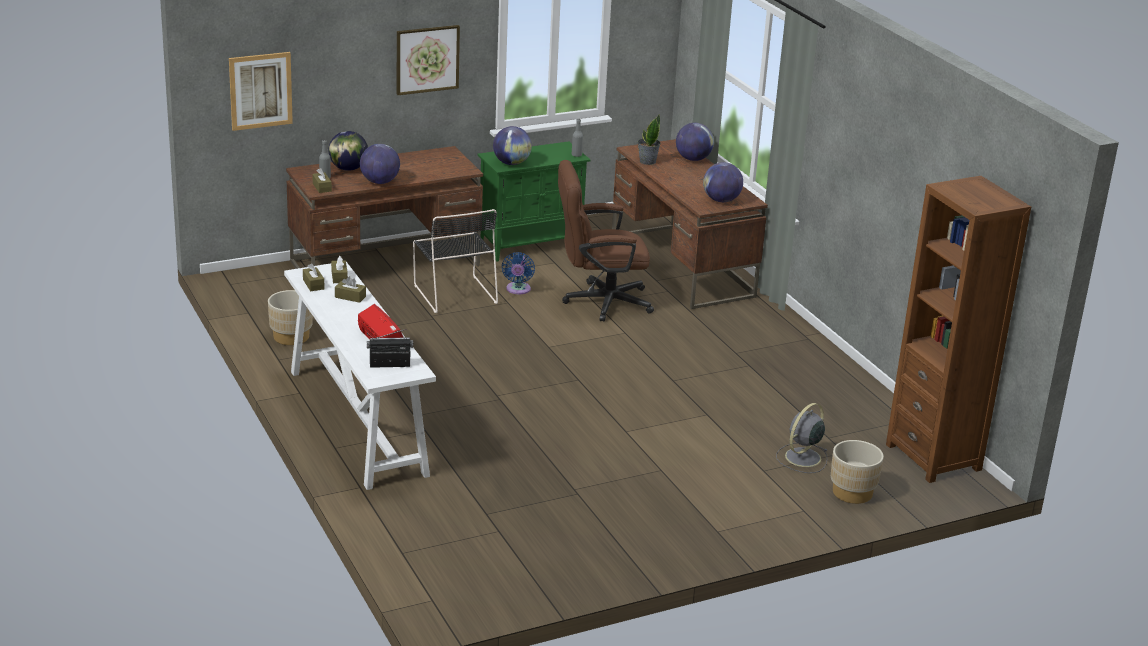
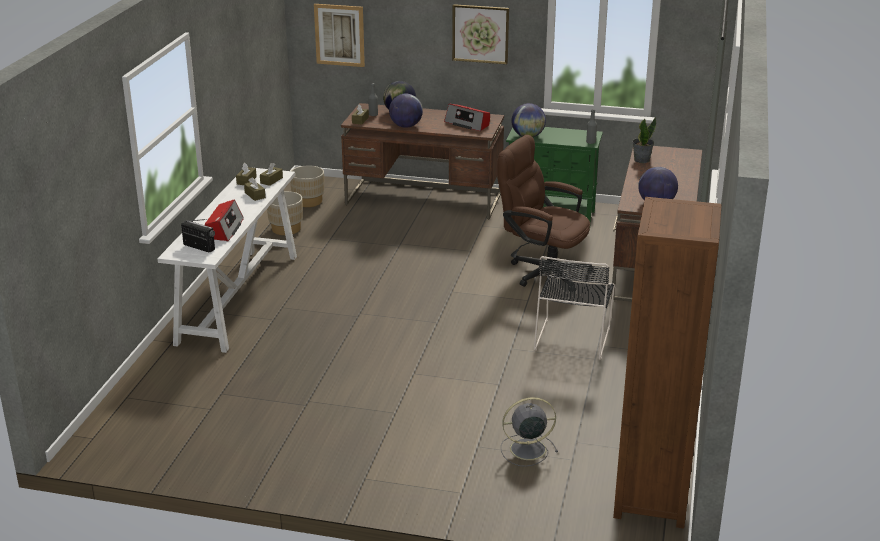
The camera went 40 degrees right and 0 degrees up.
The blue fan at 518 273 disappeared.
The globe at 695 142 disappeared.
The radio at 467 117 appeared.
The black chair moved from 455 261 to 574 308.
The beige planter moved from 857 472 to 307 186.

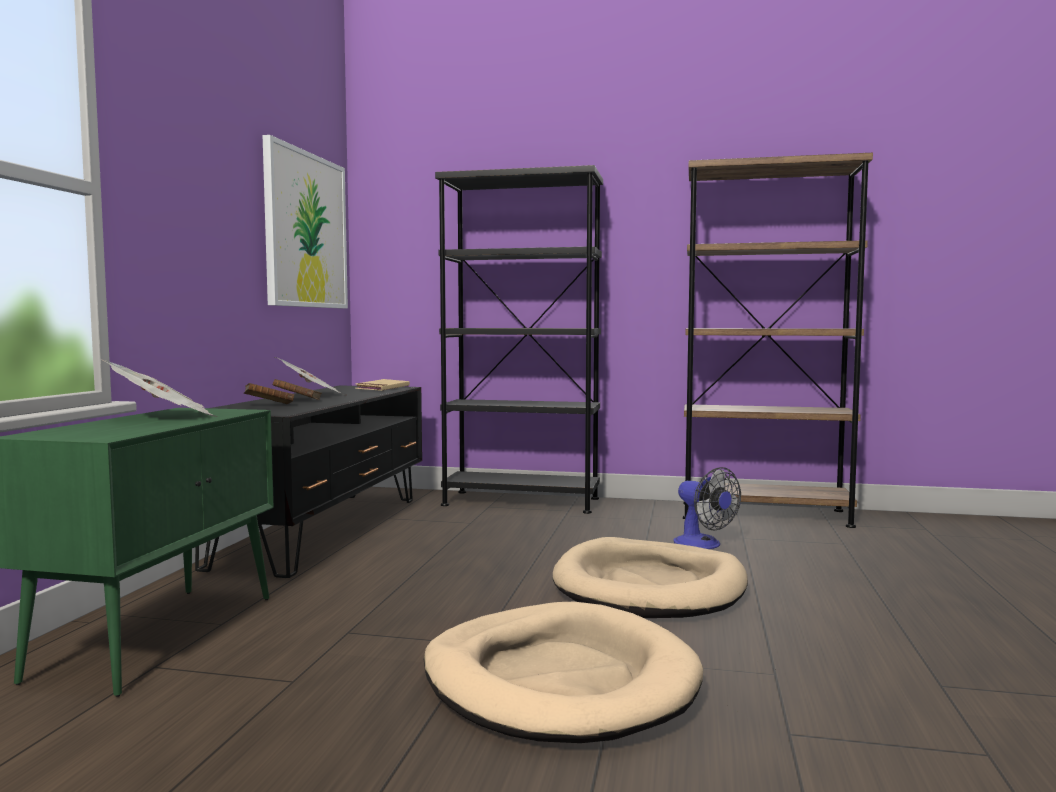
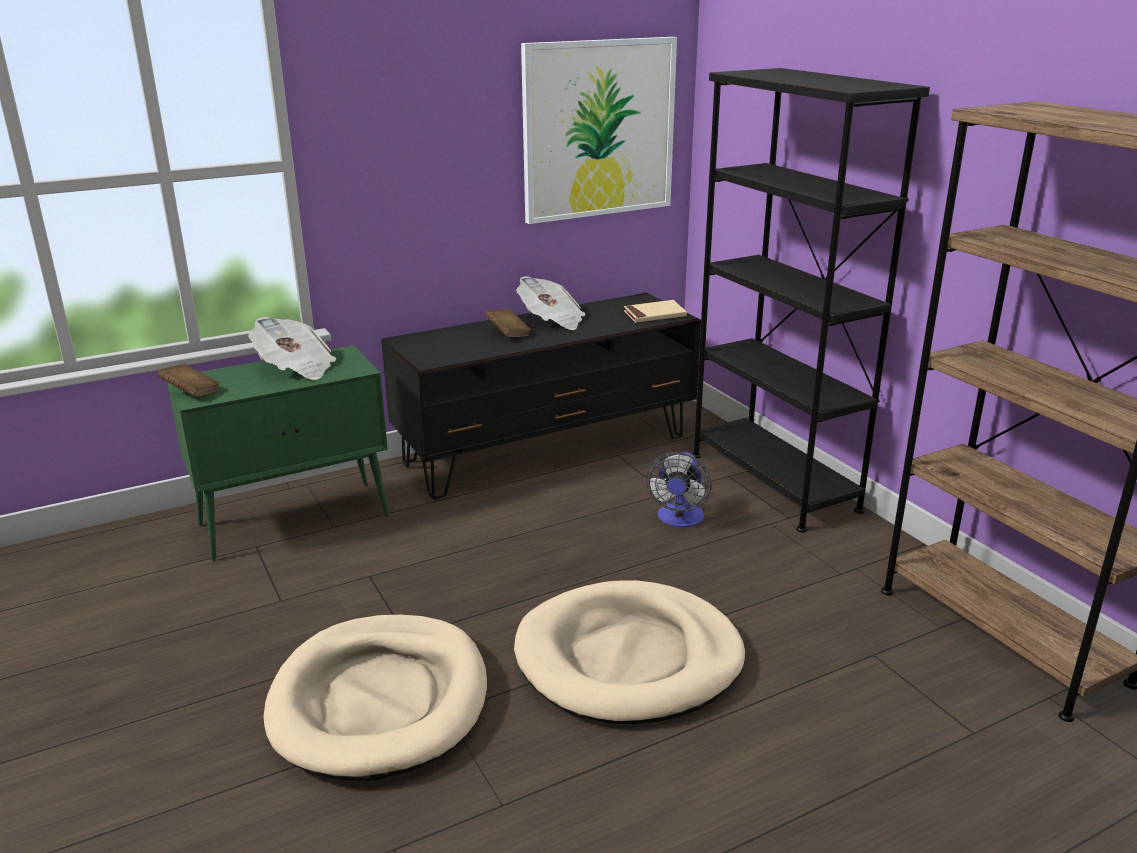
The camera went 50 degrees right and 20 degrees up.
The brown book moved from 269 393 to 188 380.
The fan moved from 707 508 to 679 489.

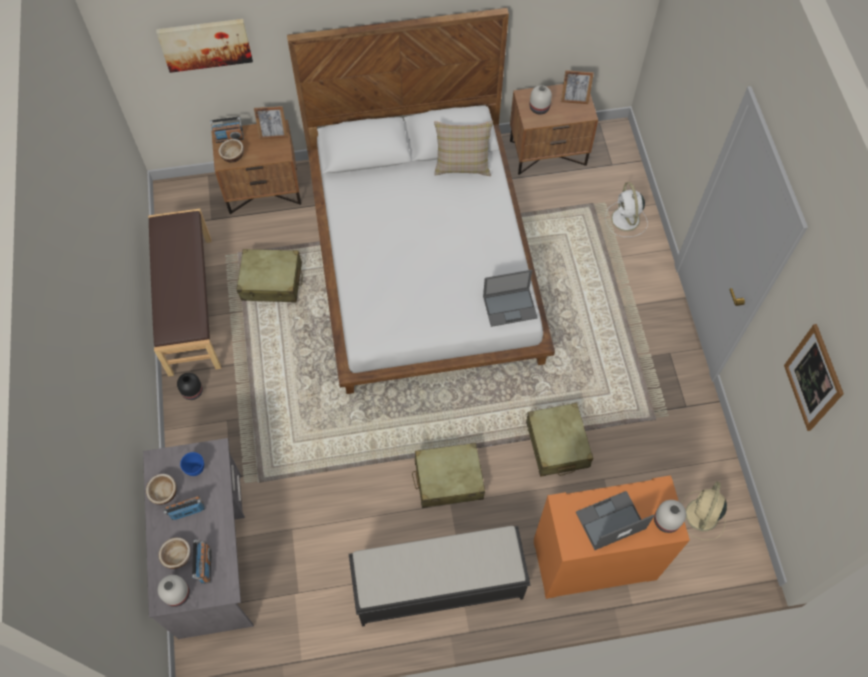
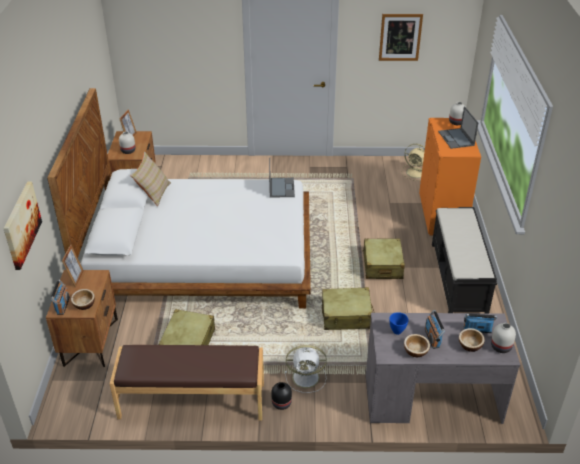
The camera went 80 degrees left and 25 degrees down.
The beige suitcase moved from 559 440 to 348 308.
The white fan moved from 626 209 to 306 369.

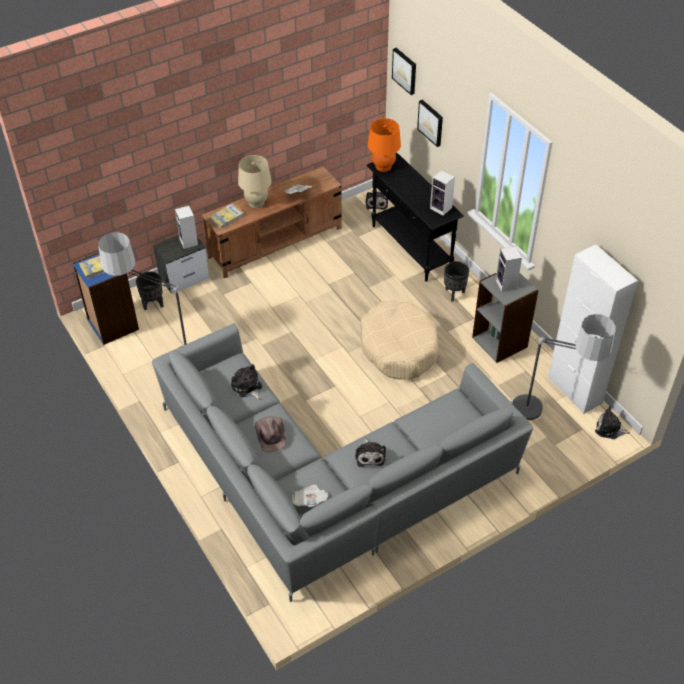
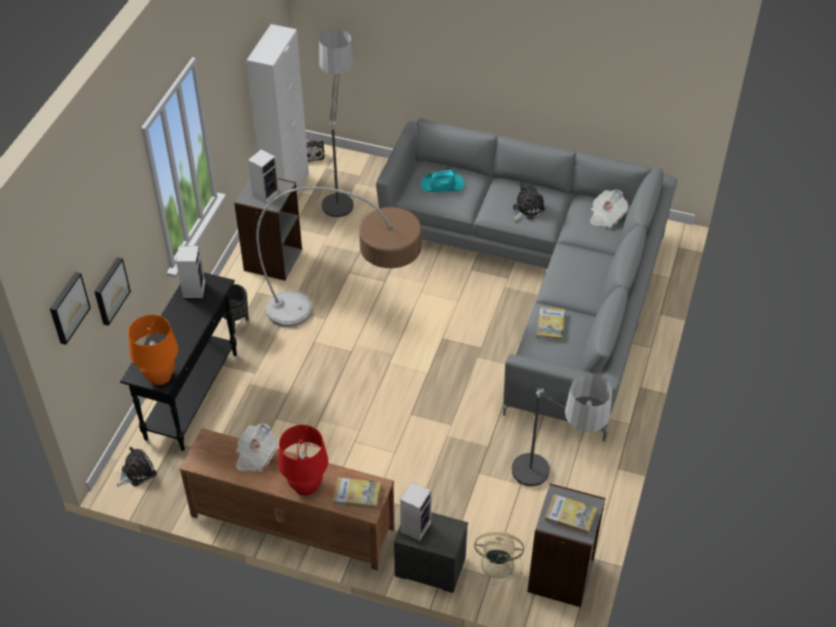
The camera went 130 degrees left and 0 degrees up.
The brown hat at 270 434 disappeared.
The turquoise hat at 443 181 appeared.
The black planter at 150 291 was replaced by the beige fan at 498 558.
The plush toy at 246 382 was replaced by the book at 551 323.
The beige dog bed at 399 340 was replaced by the floor lamp at 339 257.
The blue bookcase at 105 299 became the grey bookcase at 566 545.
The beige table lamp at 255 181 became the red table lamp at 303 460.

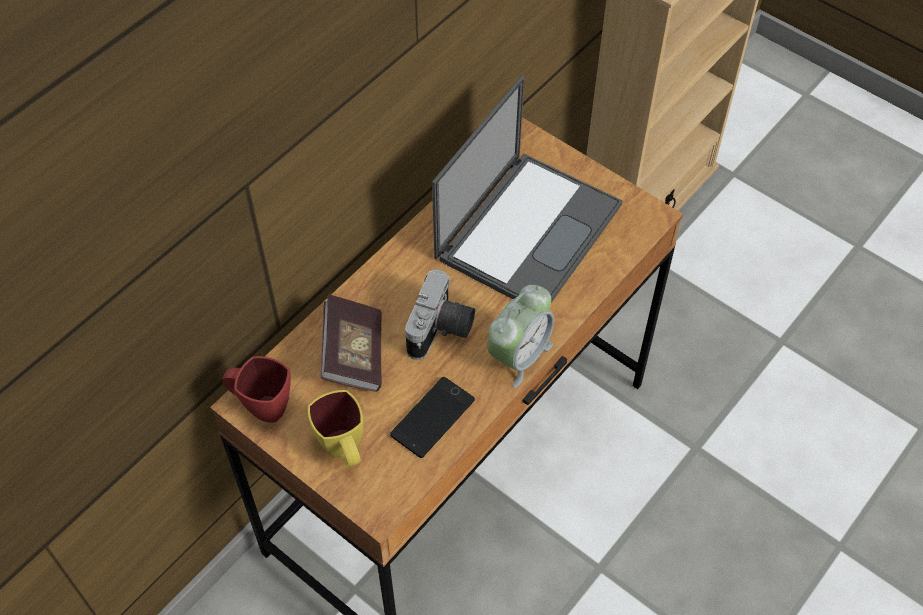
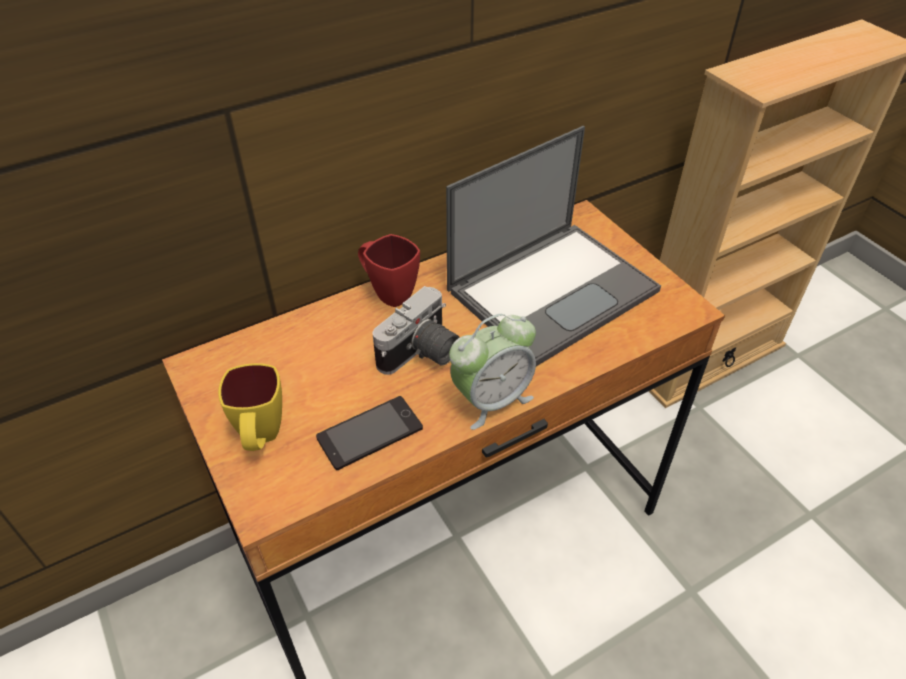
The camera went 20 degrees right and 10 degrees down.
The book at 351 343 disappeared.
The red mug moved from 256 389 to 389 270.

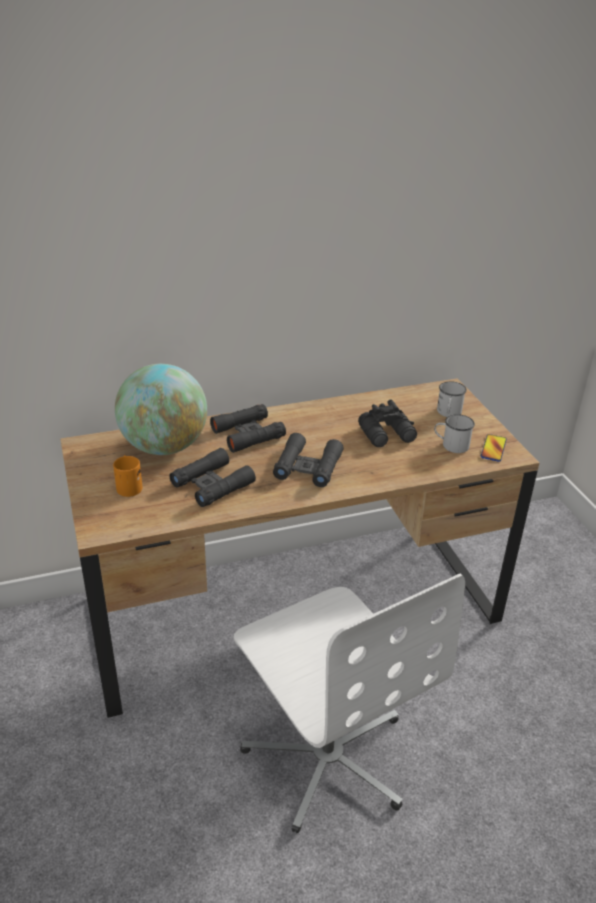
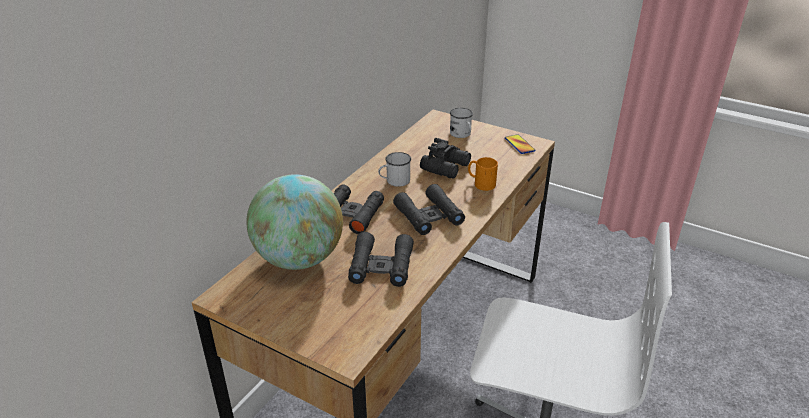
The camera went 40 degrees left and 0 degrees up.
The orange mug moved from 127 476 to 483 174.
The white mug moved from 454 433 to 394 169.

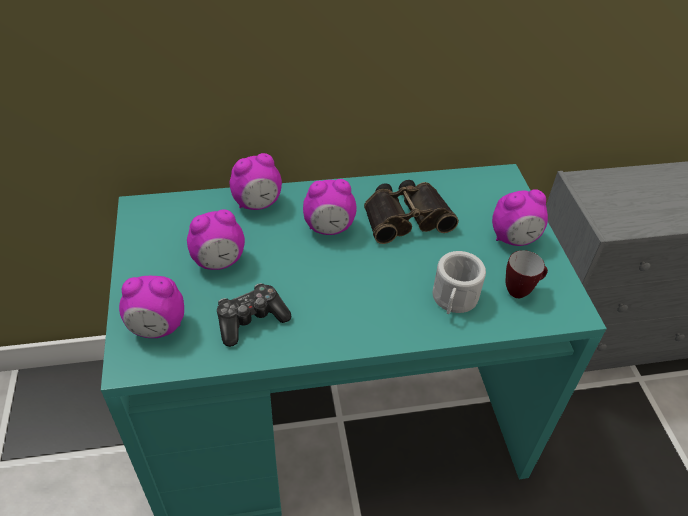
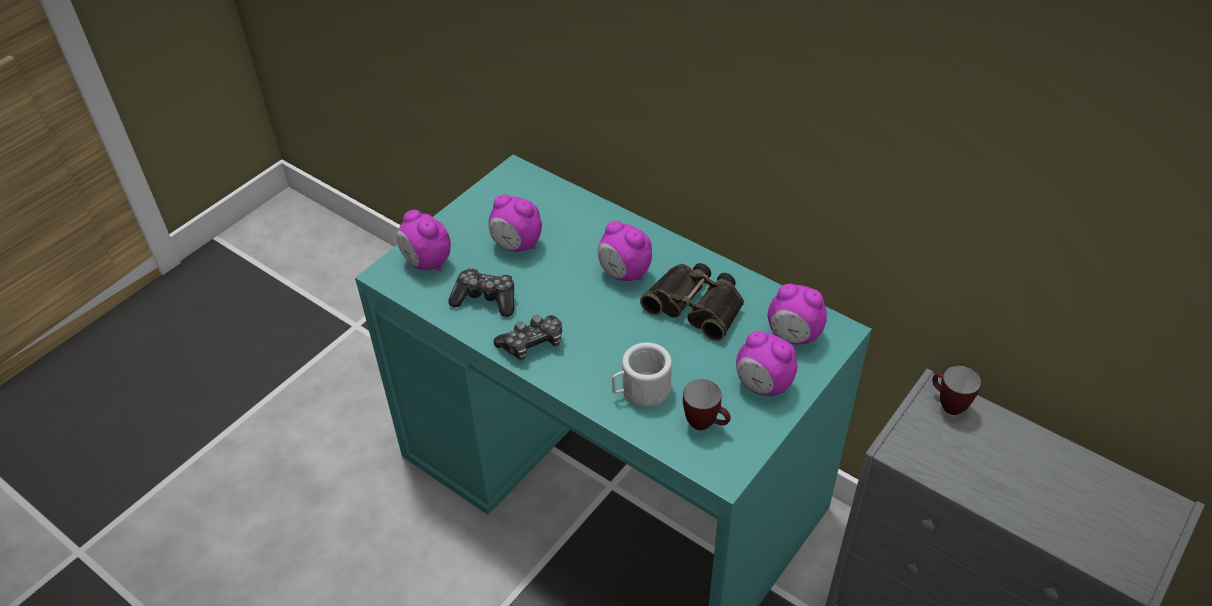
The camera went 50 degrees right and 0 degrees up.
The game controller at 528 337 appeared.
The mug at 956 390 appeared.
The alarm clock moved from 256 181 to 797 314.

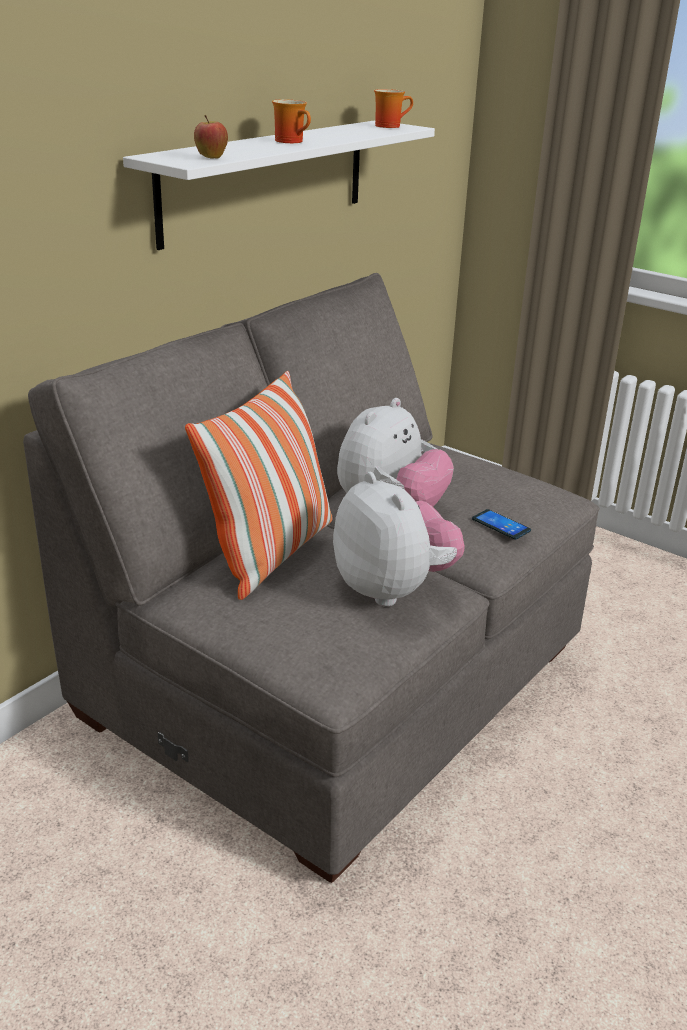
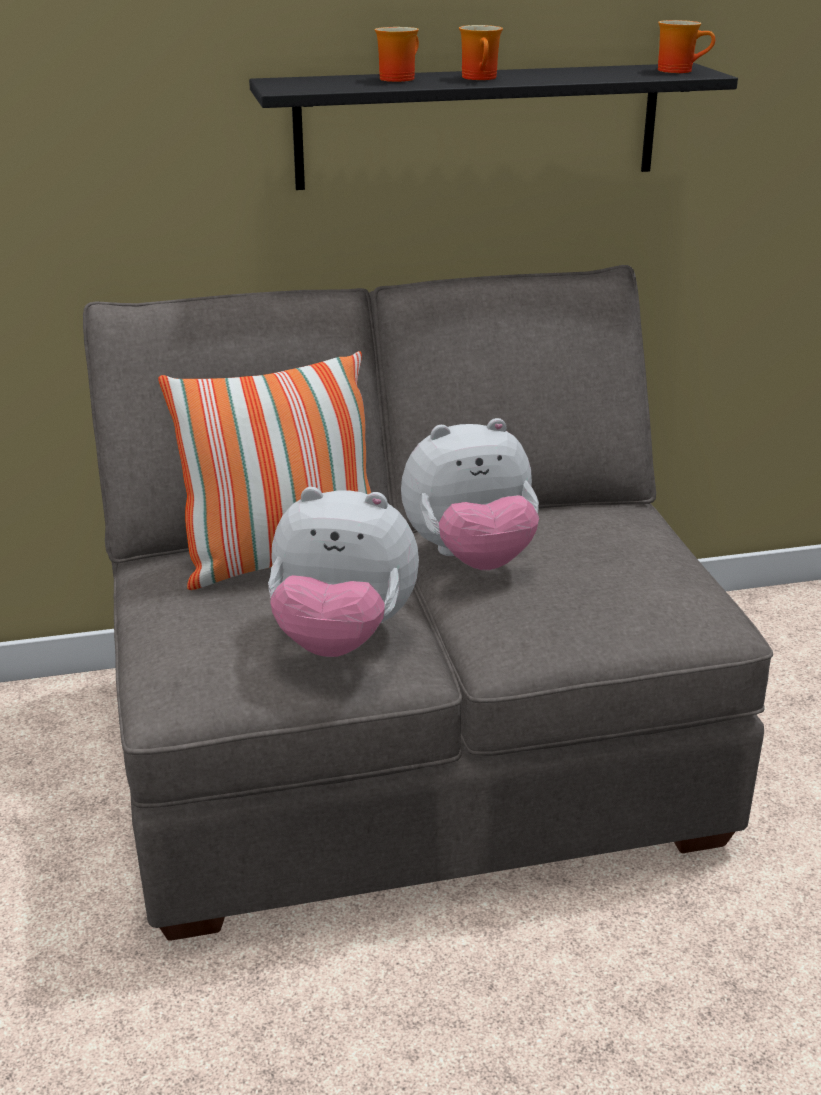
The camera went 40 degrees right and 0 degrees up.
The apple at 211 137 disappeared.
The phone at 501 524 disappeared.
The mug at 397 54 appeared.
The white shelf at 279 185 became the black shelf at 493 126.
The plush toy at 399 539 turned 90 degrees clockwise.

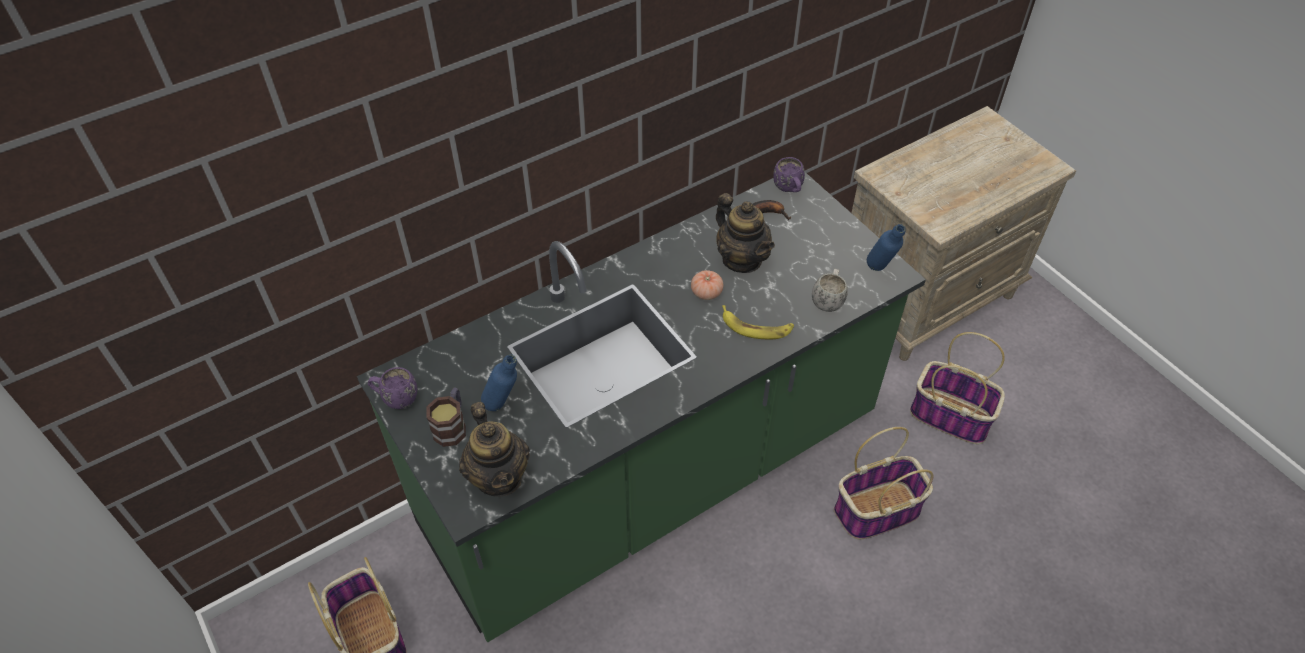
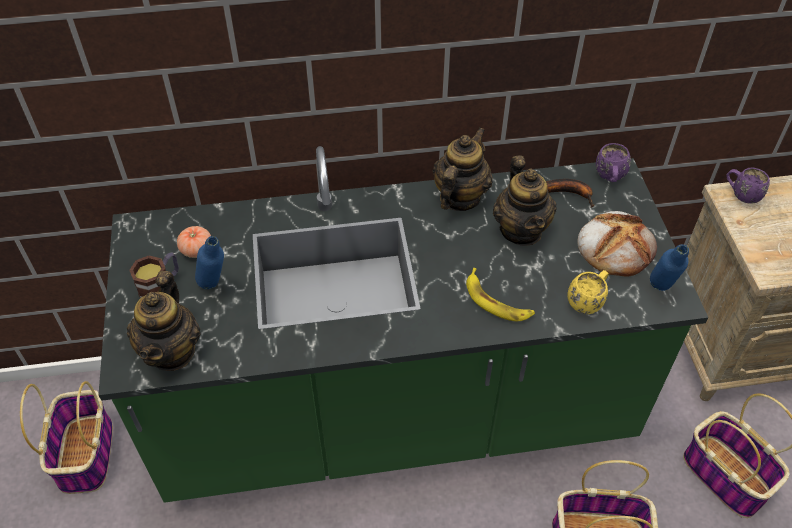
The camera went 25 degrees right and 0 degrees up.
The teapot at 463 169 appeared.
The bread at 617 244 appeared.
The purple mug moved from 392 388 to 748 185.
The tomato moved from 707 285 to 194 242.
The white mug at 830 290 became the yellow mug at 588 292.

